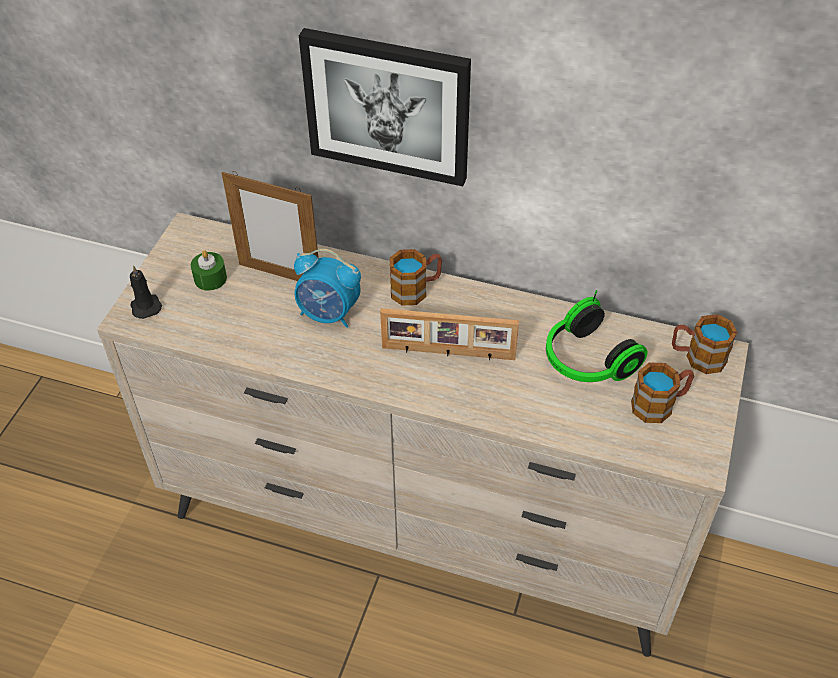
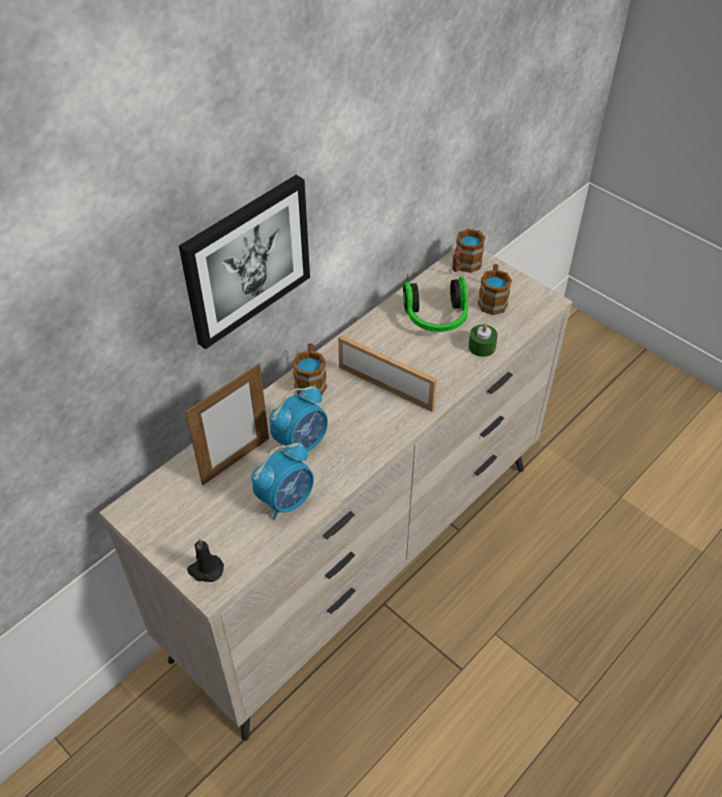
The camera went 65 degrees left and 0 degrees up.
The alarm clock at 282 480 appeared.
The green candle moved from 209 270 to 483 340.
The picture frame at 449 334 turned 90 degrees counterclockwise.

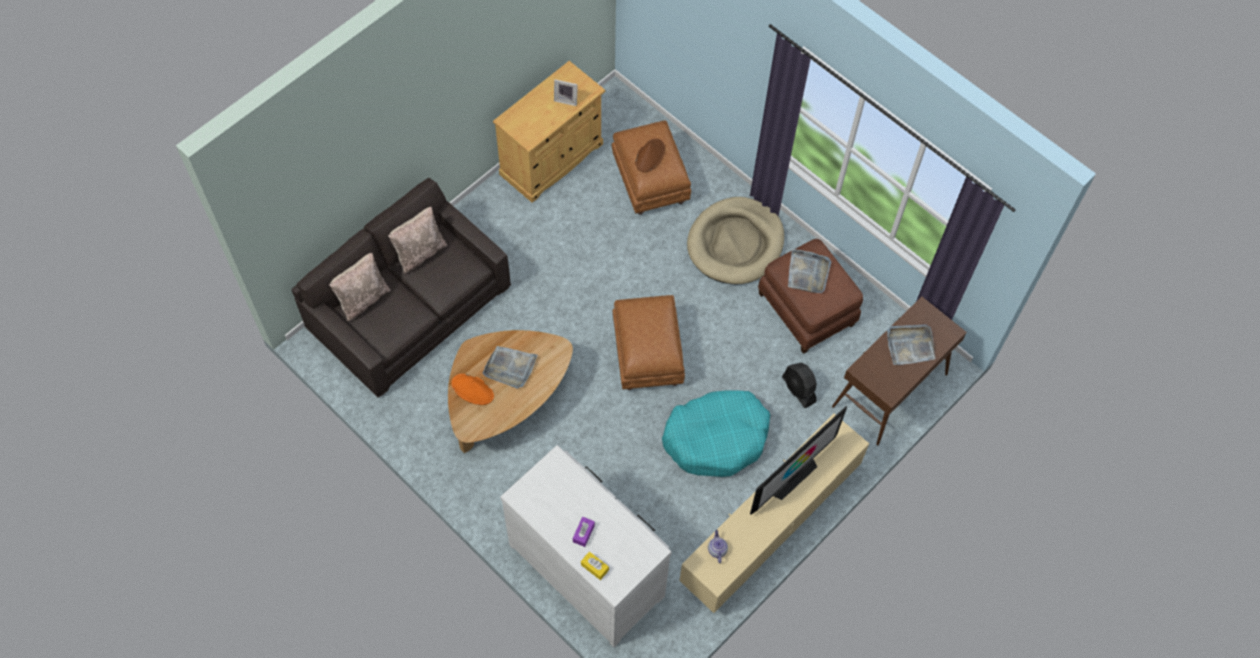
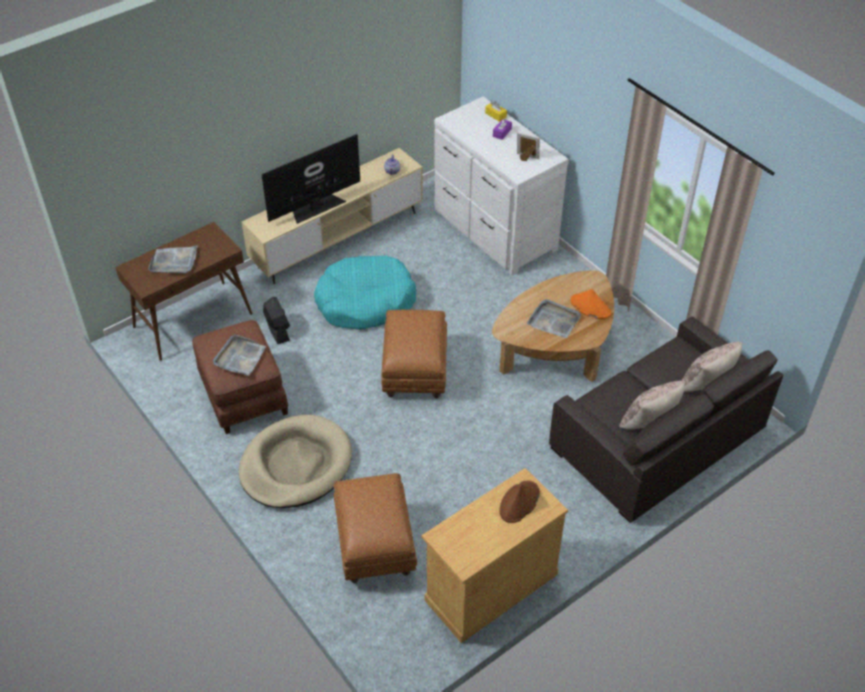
The camera went 170 degrees left and 15 degrees down.
The picture frame moved from 566 92 to 528 146.
The brown hat moved from 650 155 to 519 502.

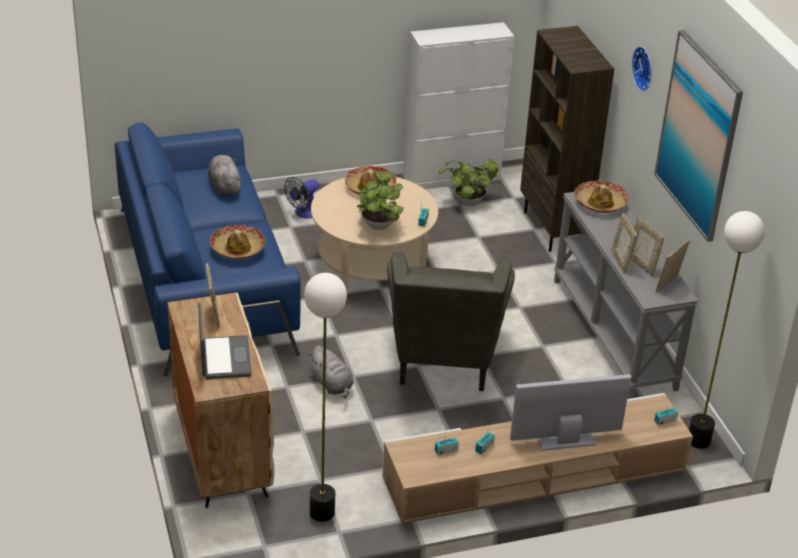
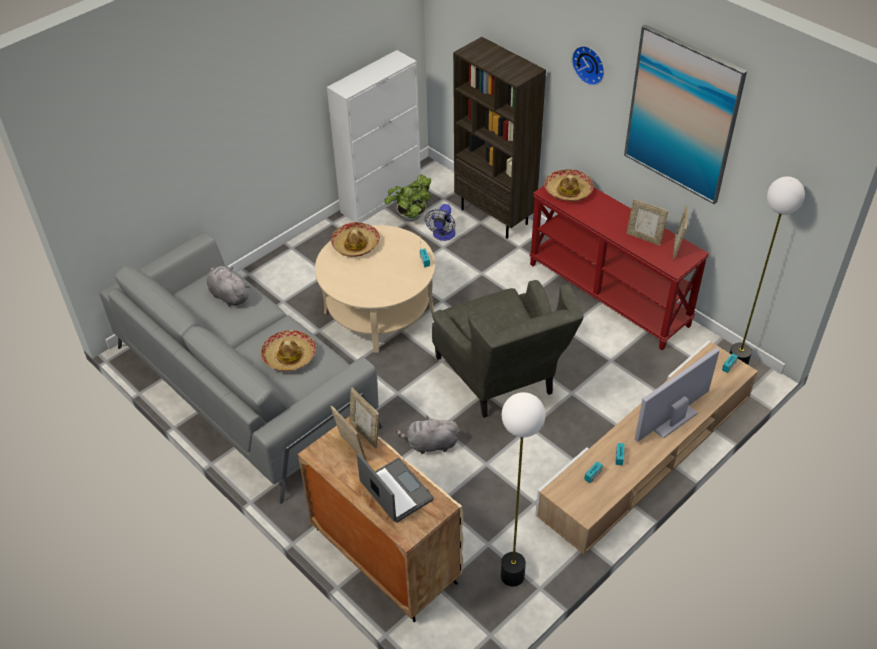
The camera went 25 degrees left and 10 degrees up.
The potted plant at 380 200 disappeared.
The fan moved from 301 198 to 440 222.
The picture frame moved from 624 243 to 364 418.
The blue sofa at 208 249 became the grey sofa at 240 368.
The grey console table at 626 295 became the red console table at 619 268.
The grey plush toy at 331 372 turned 150 degrees clockwise.

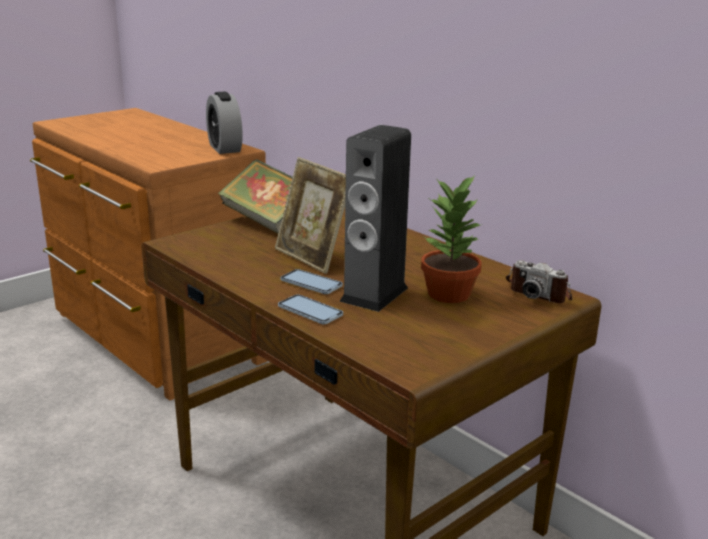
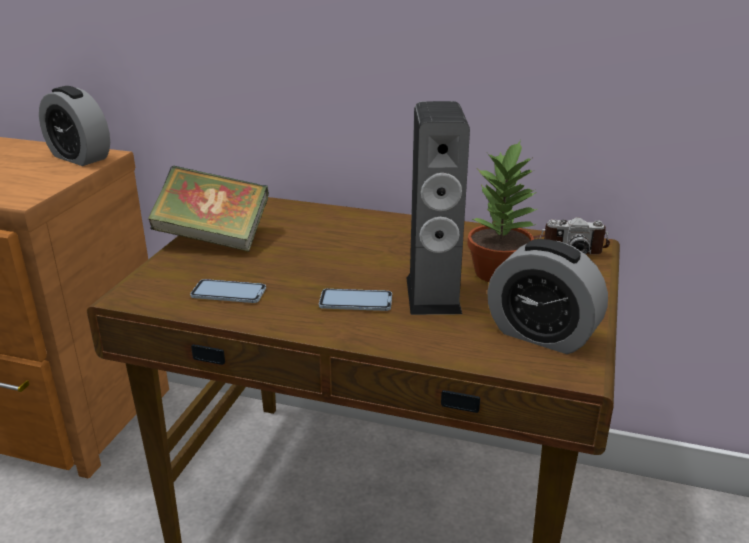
The camera went 30 degrees left and 5 degrees up.
The picture frame at 310 215 disappeared.
The alarm clock at 547 296 appeared.
The phone moved from 310 309 to 228 291.

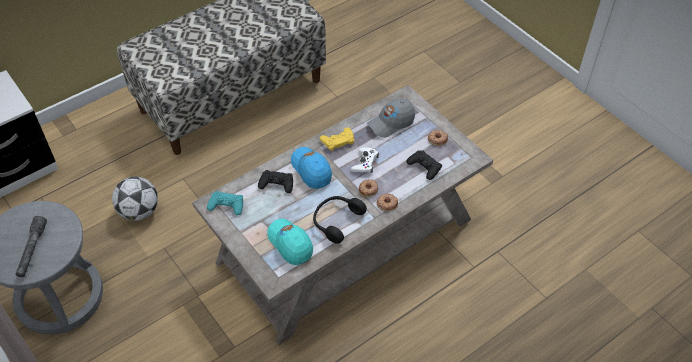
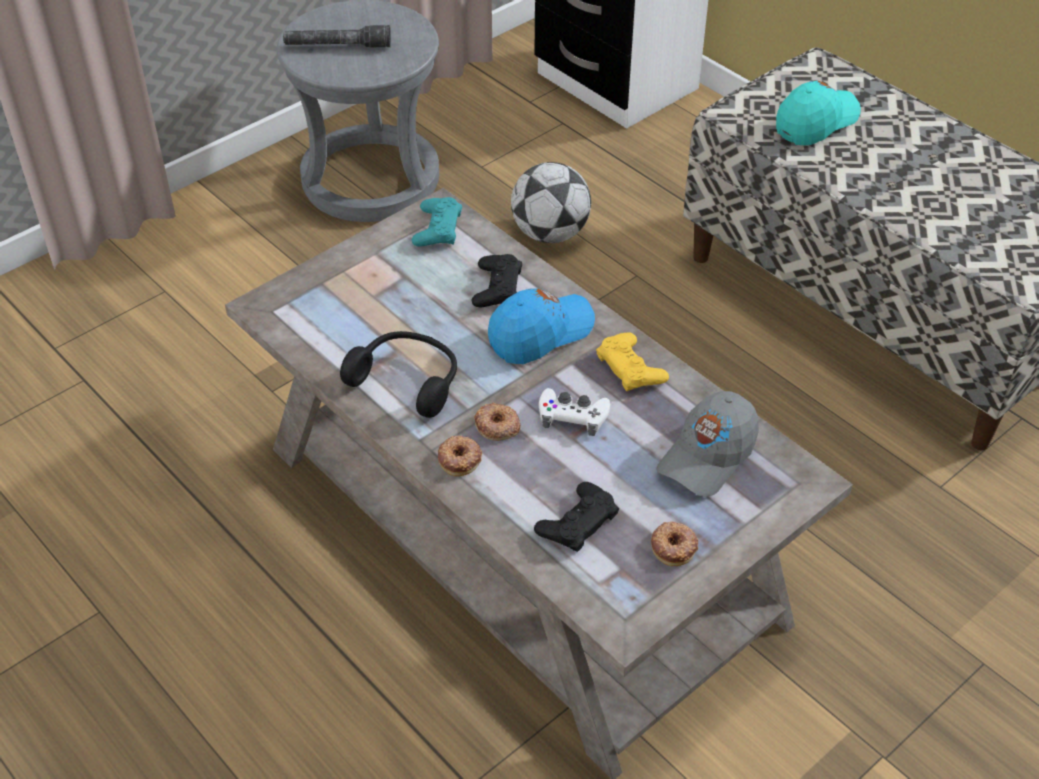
The camera went 85 degrees right and 5 degrees down.
The turquoise cap moved from 290 241 to 818 113.
The grey cap at 391 118 turned 105 degrees counterclockwise.

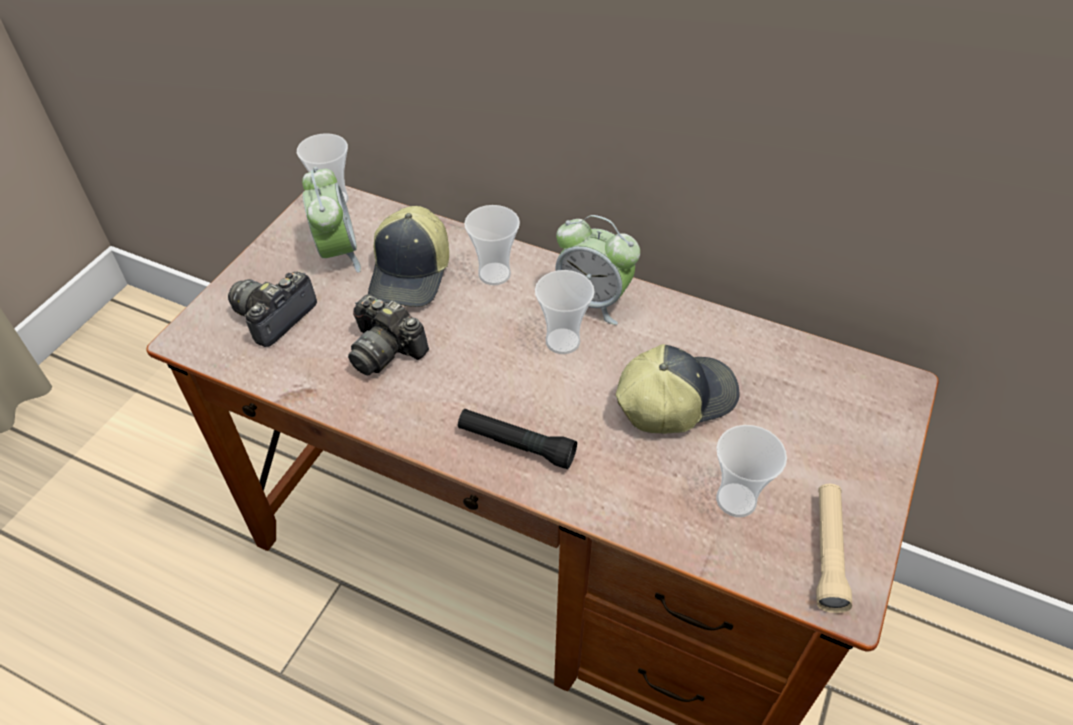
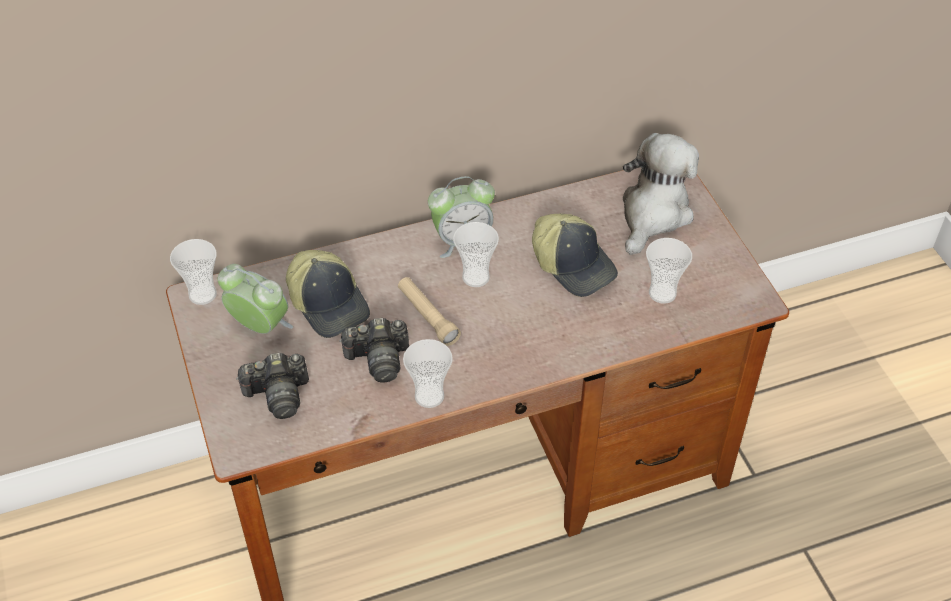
The camera went 45 degrees left and 0 degrees up.
The black flashlight at 517 439 disappeared.
The plush toy at 661 194 appeared.
The cup moved from 492 245 to 428 373.
The beige flashlight moved from 834 548 to 429 311.
The photo camera at 272 309 turned 90 degrees counterclockwise.
The cap at 678 389 turned 120 degrees clockwise.

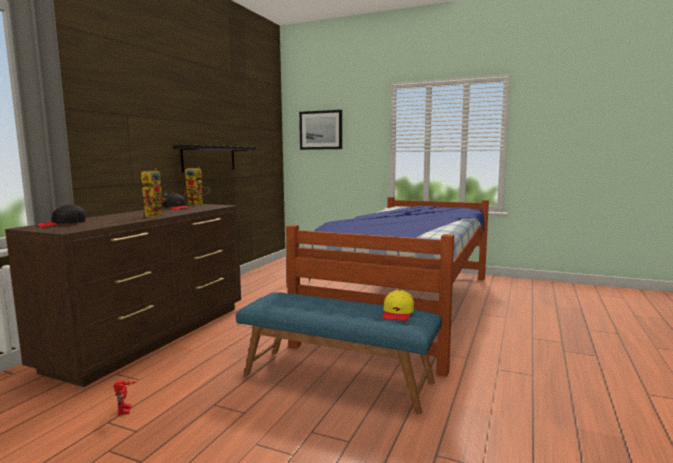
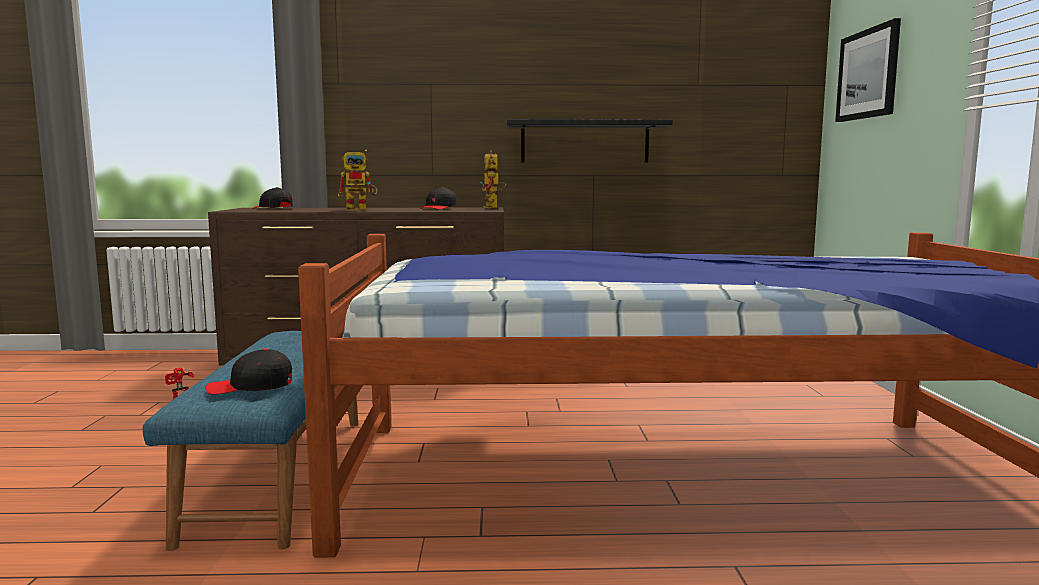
The camera went 65 degrees right and 0 degrees up.
The yellow cap at 398 305 became the black cap at 248 371.

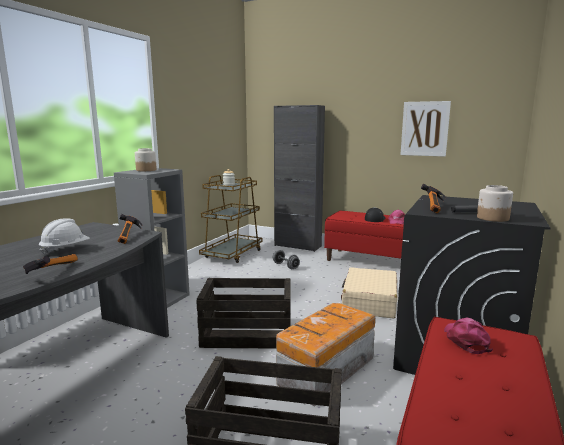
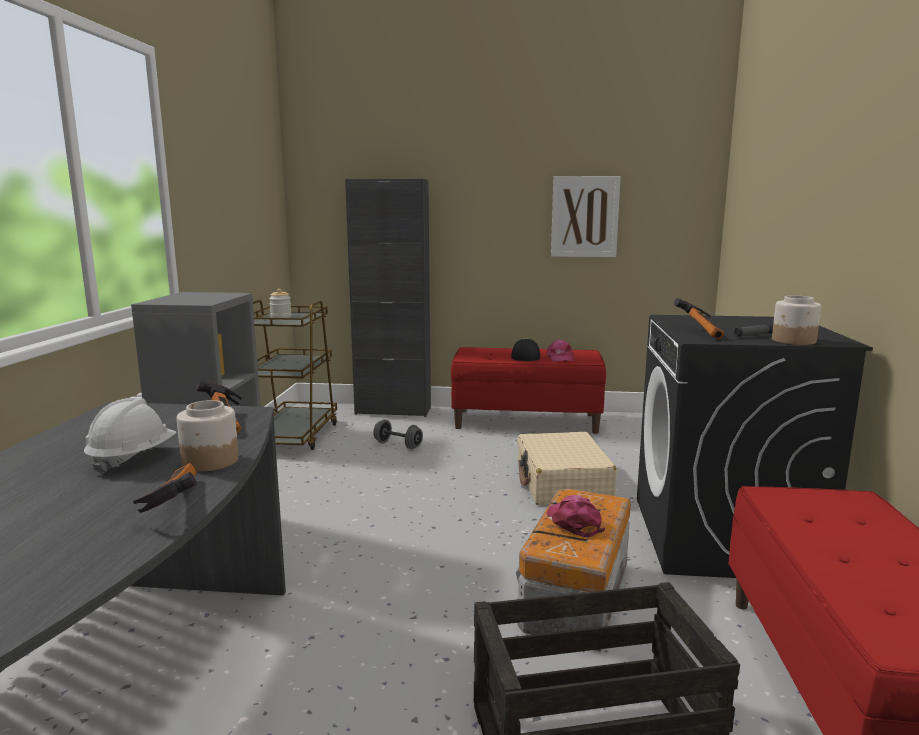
The camera went 20 degrees left and 0 degrees up.
The crate at 243 313 disappeared.
The jar moved from 146 159 to 208 436.
The pink cap moved from 468 336 to 575 516.

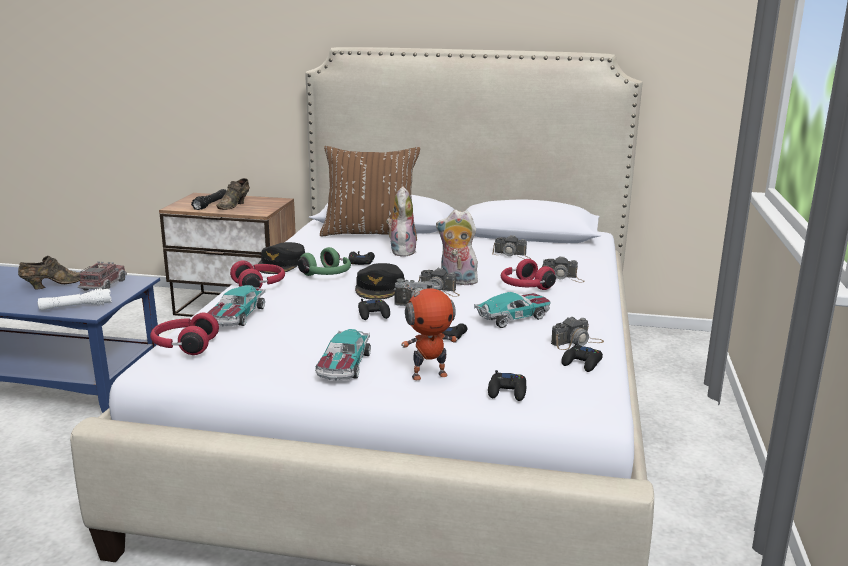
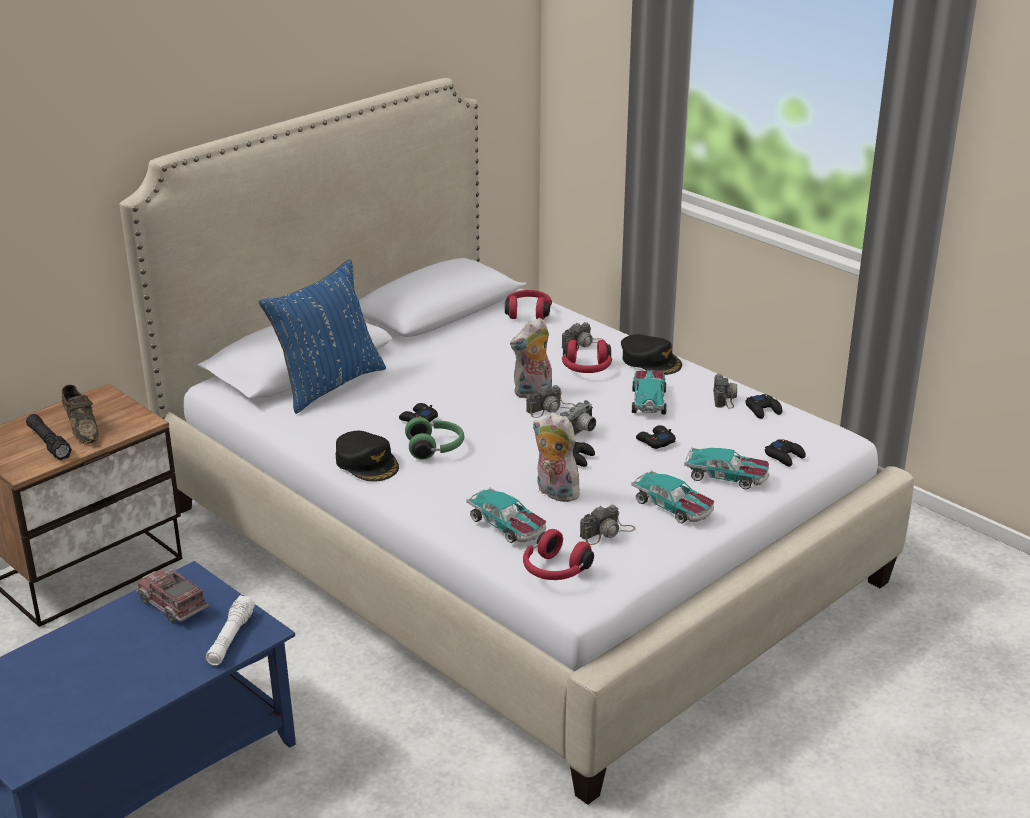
The camera went 55 degrees left and 10 degrees up.
The brown shoe at 51 272 disappeared.
The red headphones moved from 257 275 to 528 305.
The black cap moved from 380 281 to 651 354.
The plush toy moved from 401 221 to 556 457.
The photo camera moved from 511 247 to 608 525.
The toy robot at 429 331 was replaced by the toy car at 726 468.
The brown pillow at 370 193 became the blue pillow at 322 336.

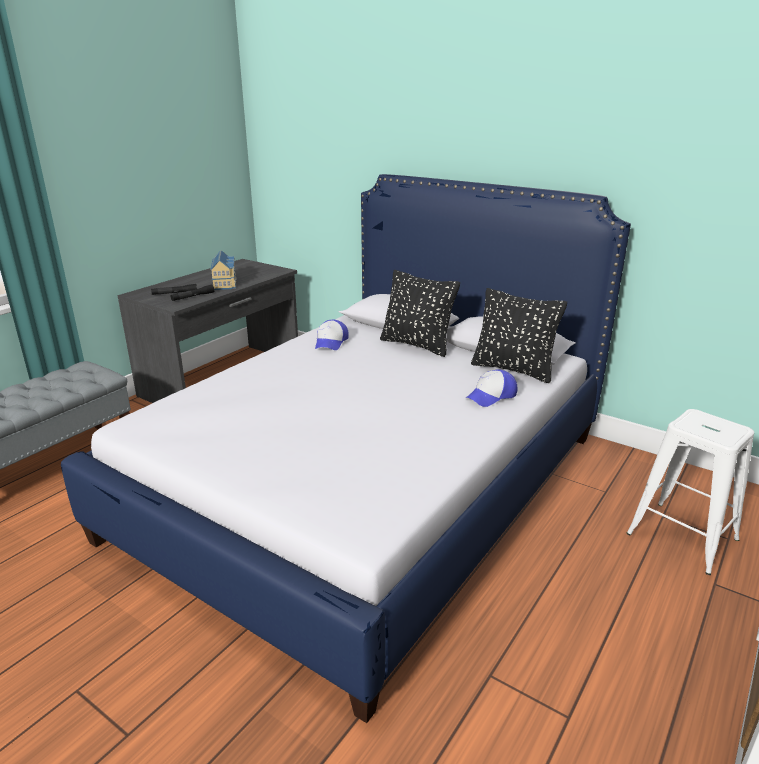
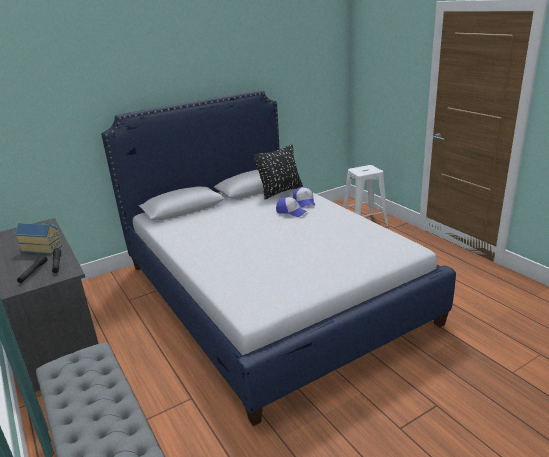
The camera went 65 degrees left and 0 degrees up.
The black pillow at 420 313 disappeared.
The cap moved from 332 335 to 292 207.

